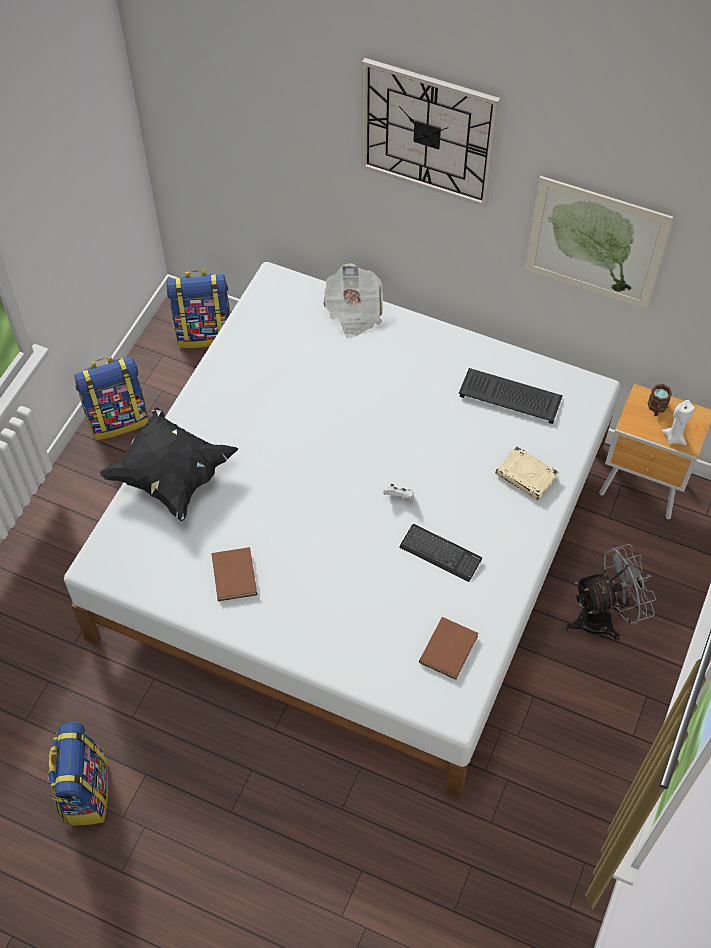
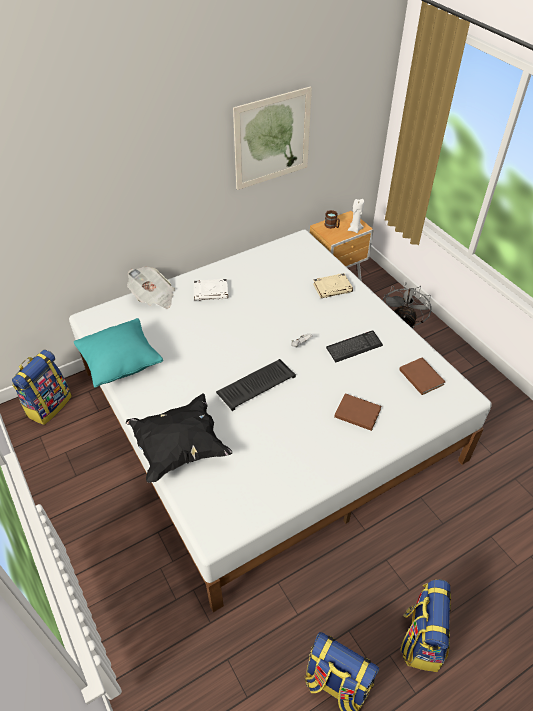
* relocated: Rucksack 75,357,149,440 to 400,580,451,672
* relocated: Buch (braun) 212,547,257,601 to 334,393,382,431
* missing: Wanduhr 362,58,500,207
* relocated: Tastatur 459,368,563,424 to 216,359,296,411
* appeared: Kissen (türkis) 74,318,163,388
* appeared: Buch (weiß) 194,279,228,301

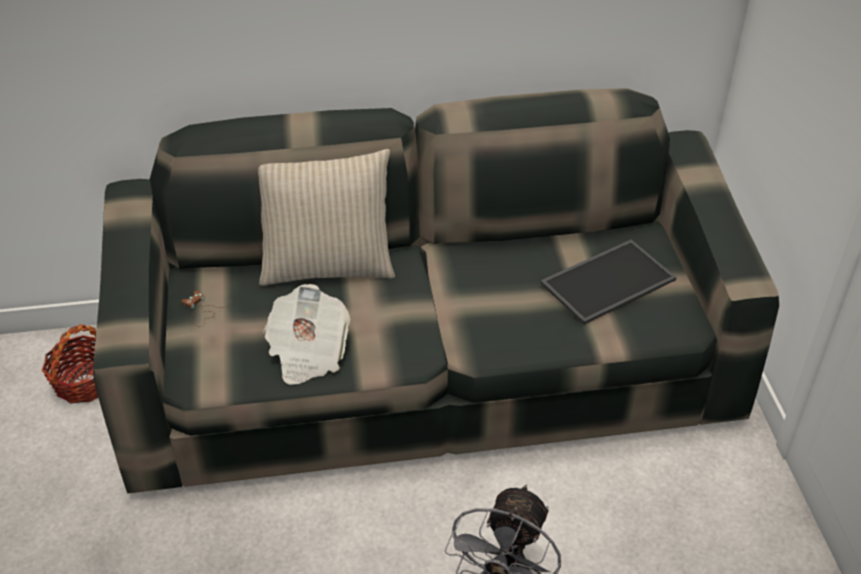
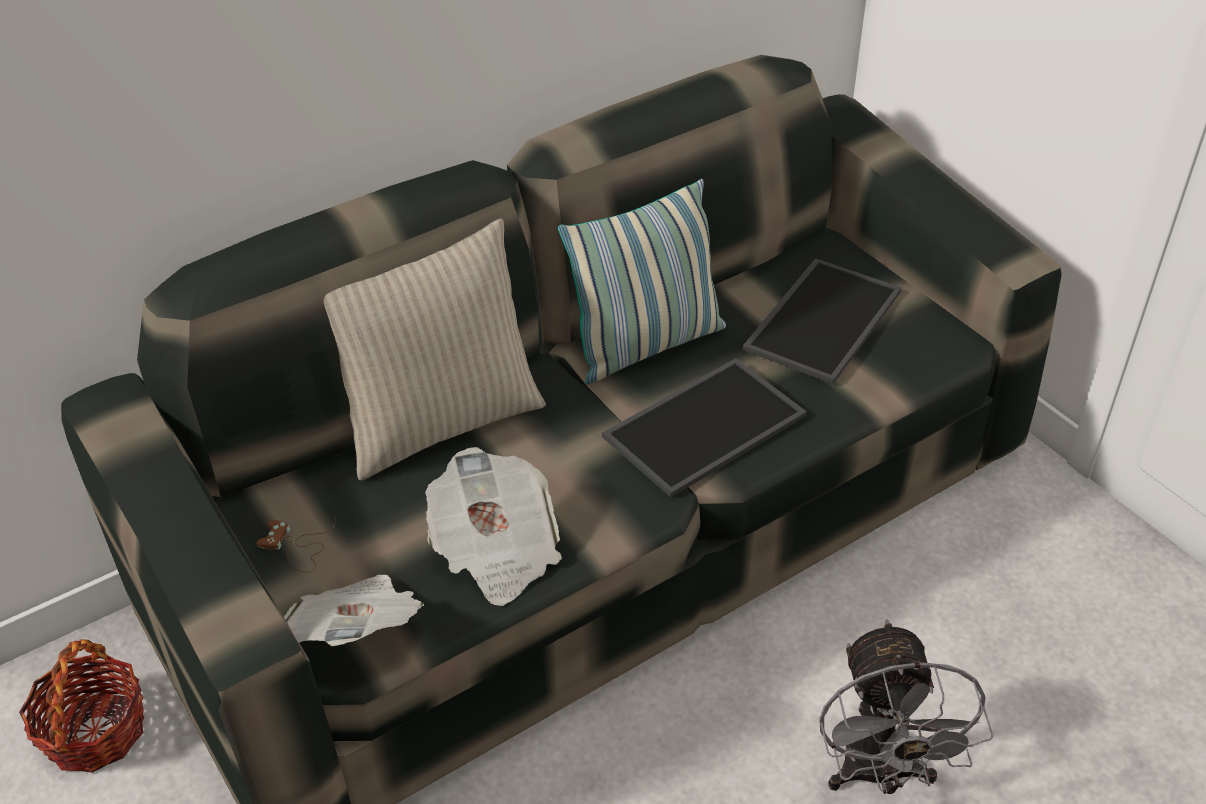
* appeared: Zeitung 284,575,424,646
* appeared: Kissen 558,179,726,384
* appeared: Tablett 602,358,807,497

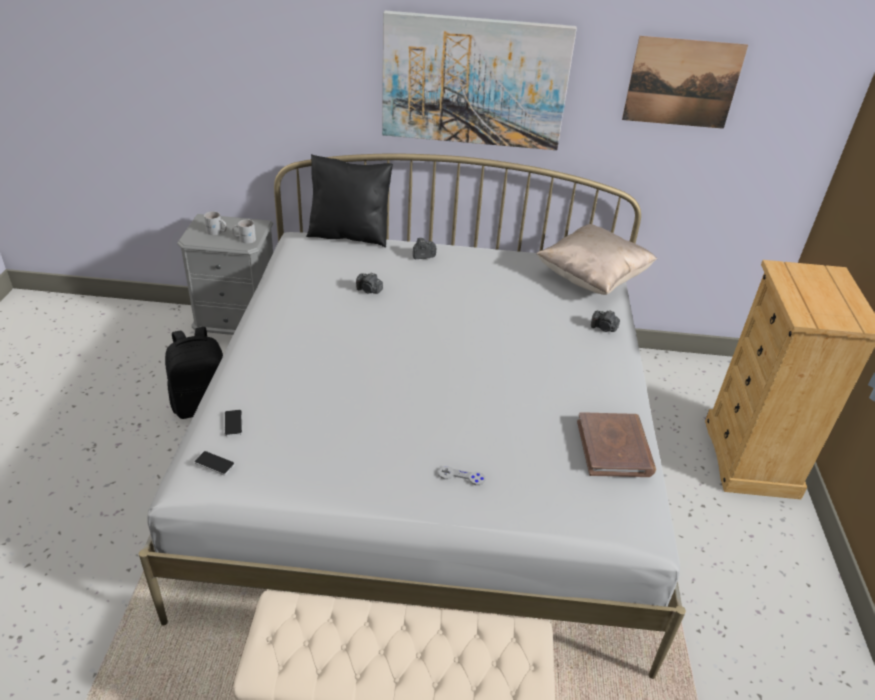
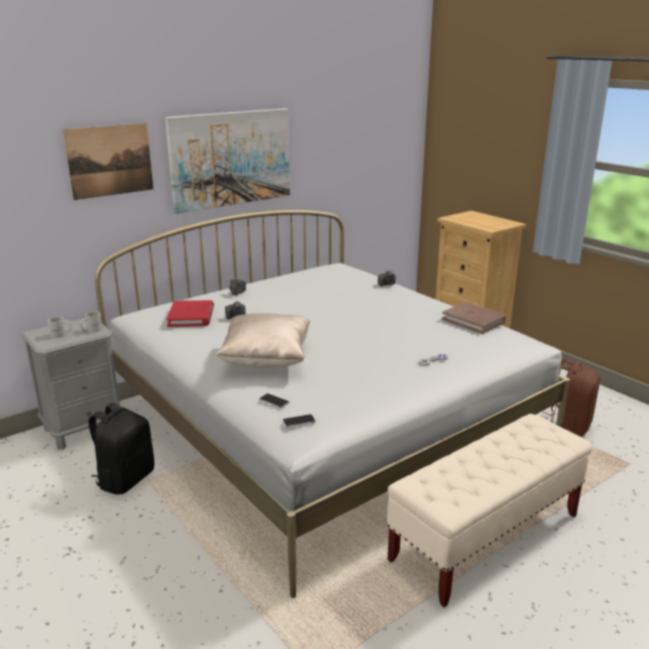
* missing: Kissen (schwarz) 306,154,393,248
* relocated: Kissen (beige) 536,224,658,295 to 216,313,310,368
* relocated: Bild 622,36,748,129 to 63,123,153,200
* appeared: Buch (rot) 167,300,214,327
* appeared: Rucksack (braun) 543,358,600,437

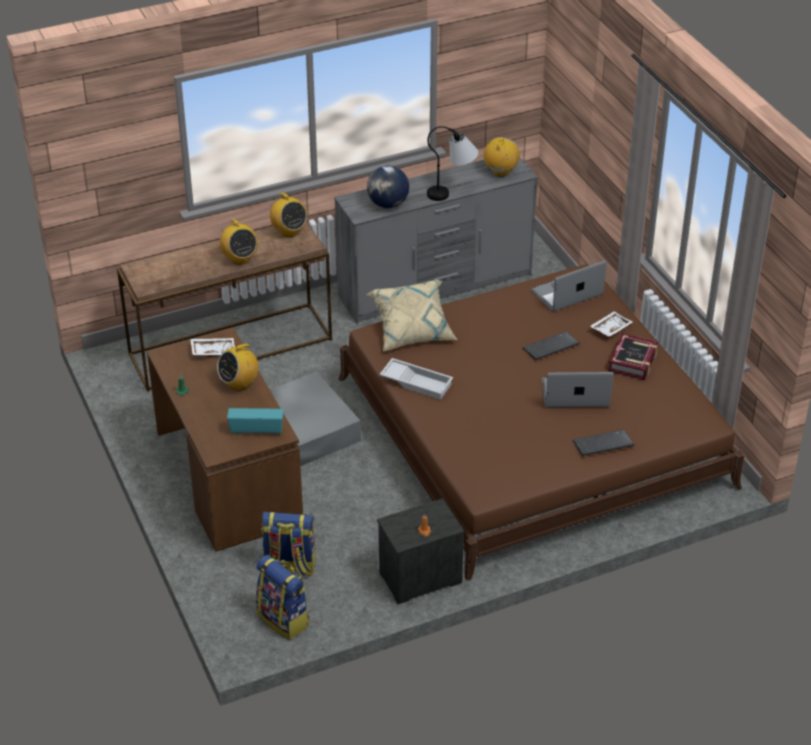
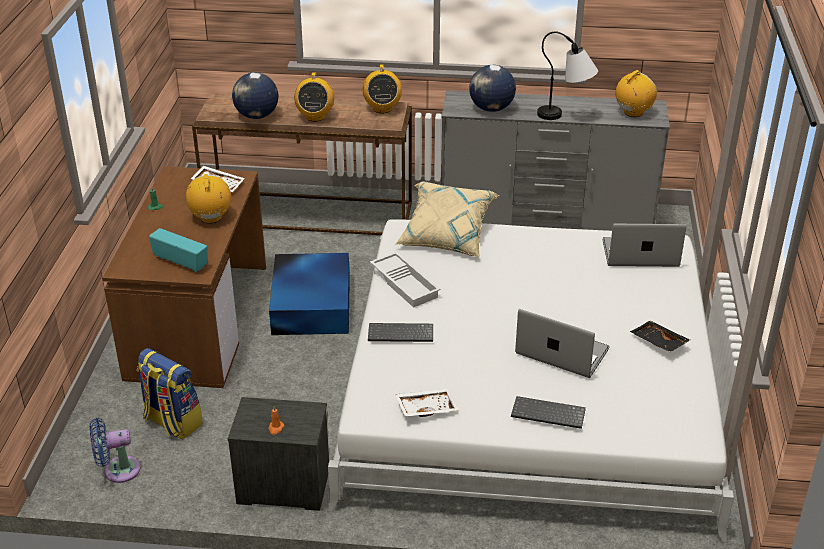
* spun: Radio 217,344,259,390 = 186,174,231,224 90 degrees clockwise
* exchanged: Rucksack 256,555,309,640 to Ventilator (blau) 90,418,141,483
* colour: Aufbewahrungsbox (grau) 270,371,361,466 to Aufbewahrungsbox (blau) 269,253,350,335
* colour: Bett (braun) 338,265,745,581 to Bett (weiß) 327,219,734,543
* relocated: Tastatur 523,331,580,360 to 368,323,433,342
* relocated: Tablett (weiß) 590,311,633,337 to 395,389,459,417
* exchanged: Buch 608,333,658,380 to Tablett (schwarz) 630,321,690,352
* appeared: Globus 232,72,278,119

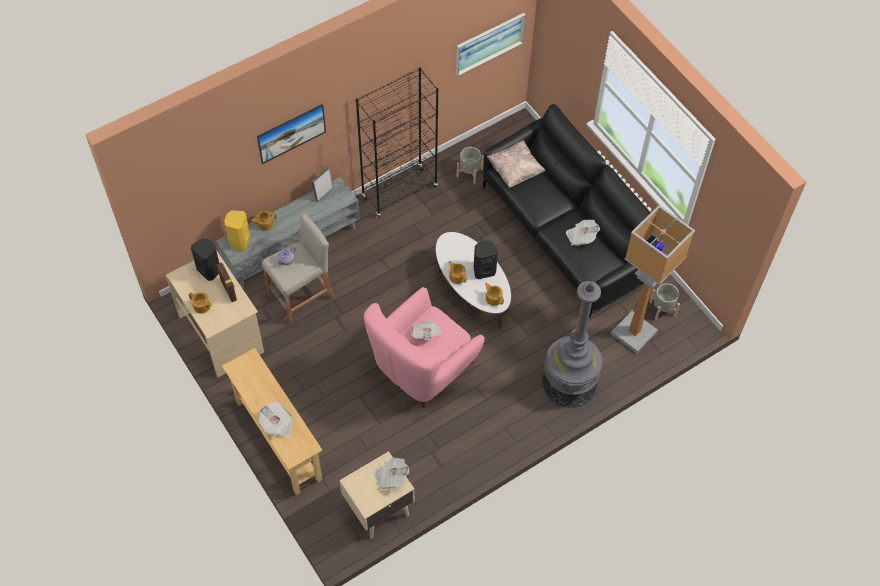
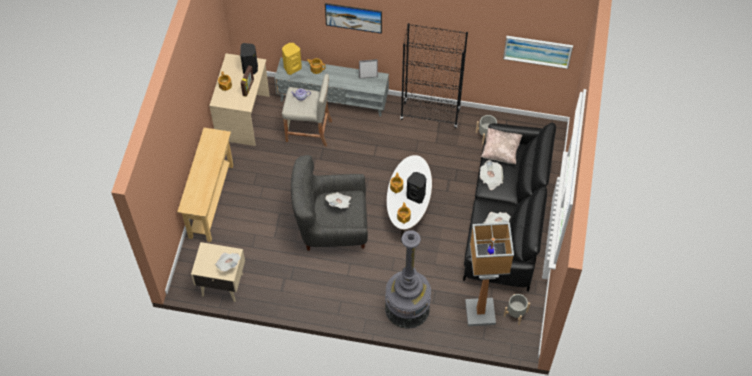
* relocated: Zeitung 259,402,294,438 to 480,160,503,190
* colour: Sessel (rosa) 364,287,485,408 to Sessel (grau) 291,155,368,251

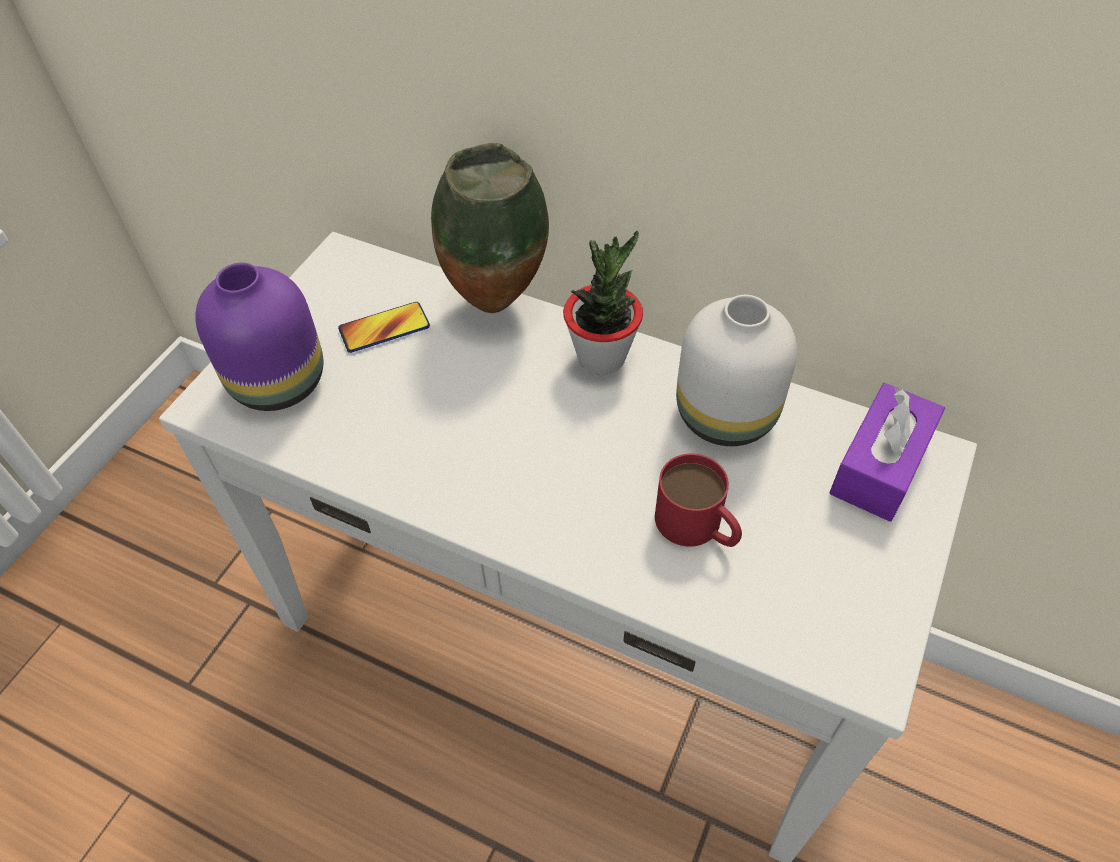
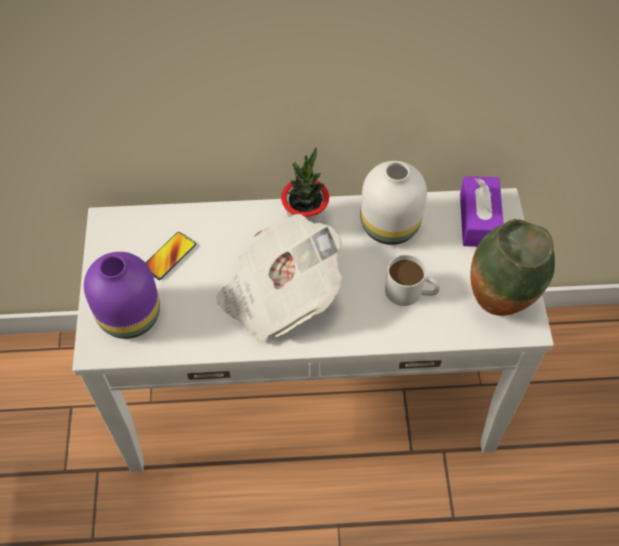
* relocated: Vase 431,143,549,313 to 470,219,555,316
* colour: Henkelbecher (rot) 655,453,742,547 to Henkelbecher (weiß) 385,254,440,306
* appeared: Zeitung 217,214,342,343

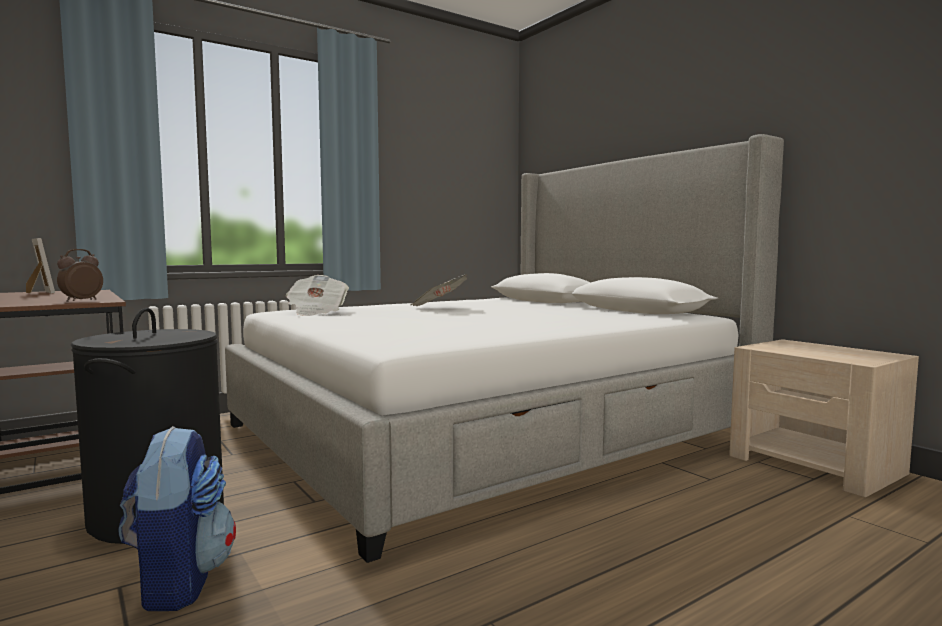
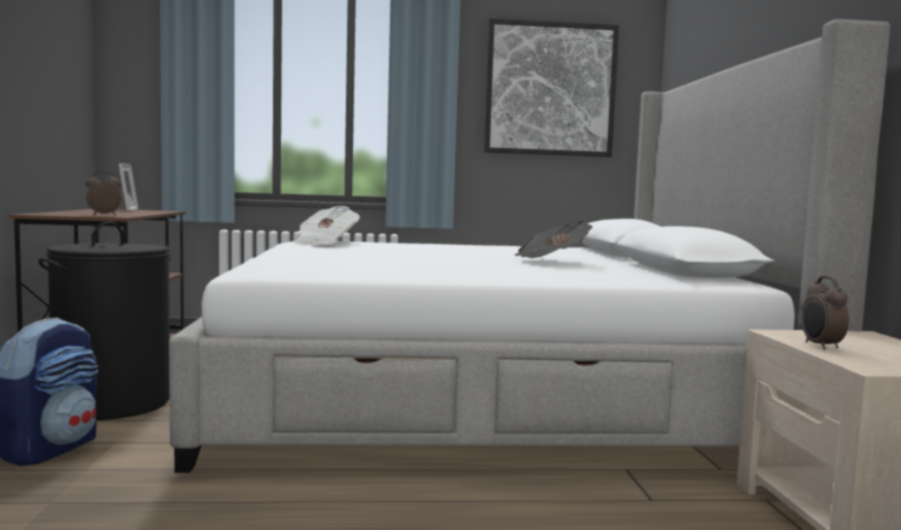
* relocated: Zeitung 410,274,467,306 to 515,220,593,258
* appeared: Bild 484,18,619,157
* appeared: Wecker 801,276,849,350

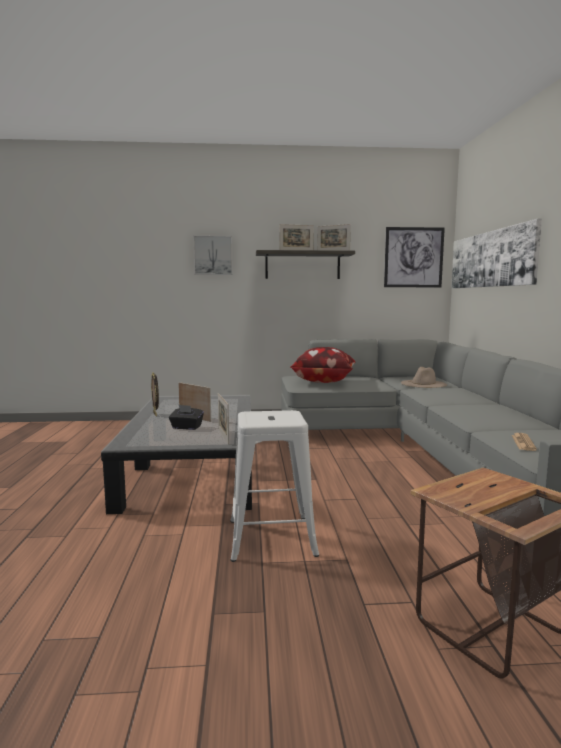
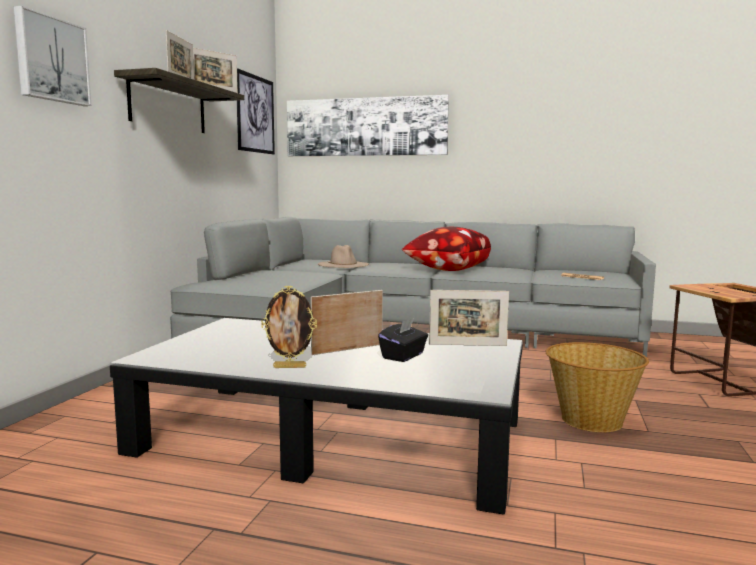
* exchanged: Hocker (weiß) 230,410,319,562 to Korb 545,342,649,432
* relocated: Kissen 290,347,356,383 to 402,227,491,271

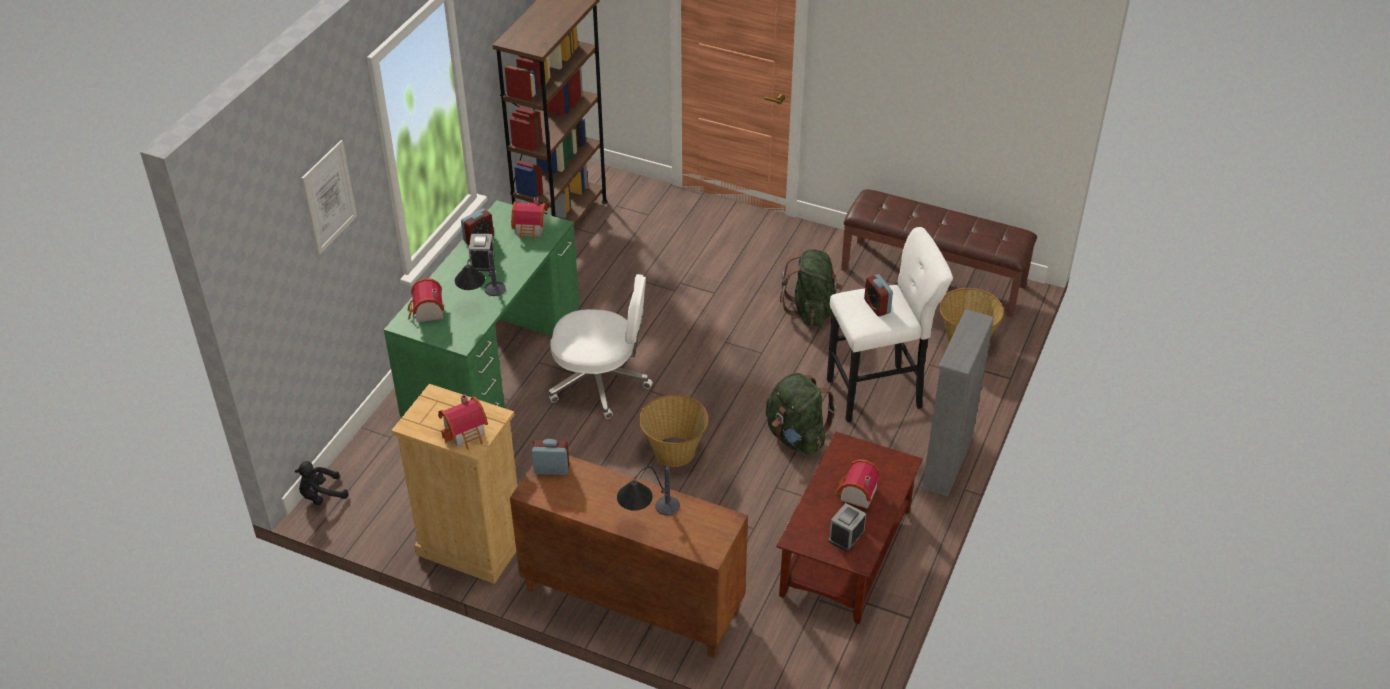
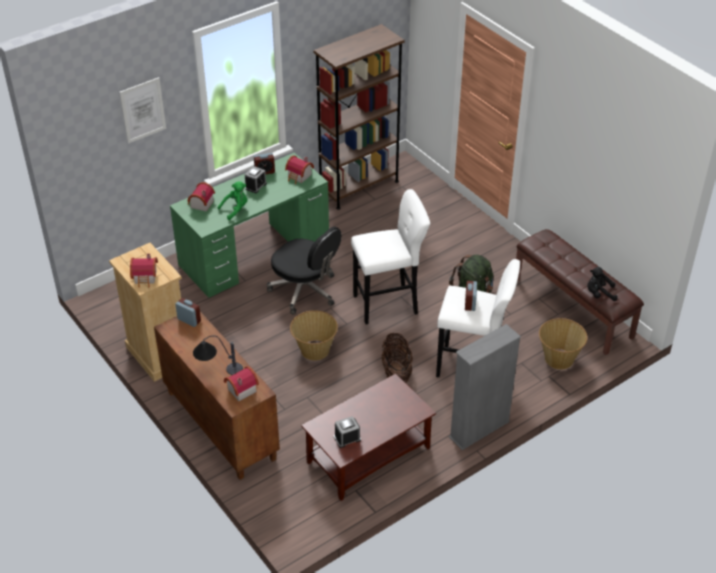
* relocated: Plüschtier (schwarz) 295,461,349,505 to 587,267,618,301
* exchanged: Tischlampe 455,250,506,296 to Plüschtier (grün) 218,181,247,220
* colour: Bürostuhl (weiß) 549,274,652,419 to Bürostuhl (schwarz) 267,226,342,314
* exchanged: Rucksack (grün) 766,373,836,455 to Korb 382,333,413,383
* relocated: Spielzeughaus 835,459,881,509 to 224,366,259,401
* appeared: Hocker (weiß) 351,189,430,325

